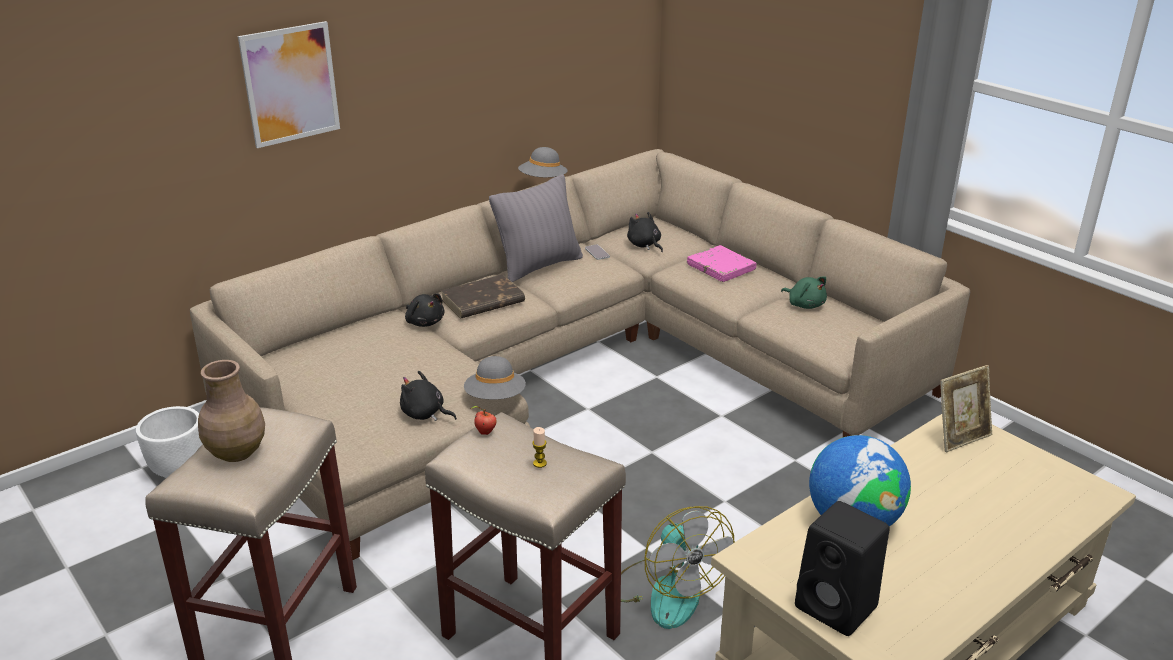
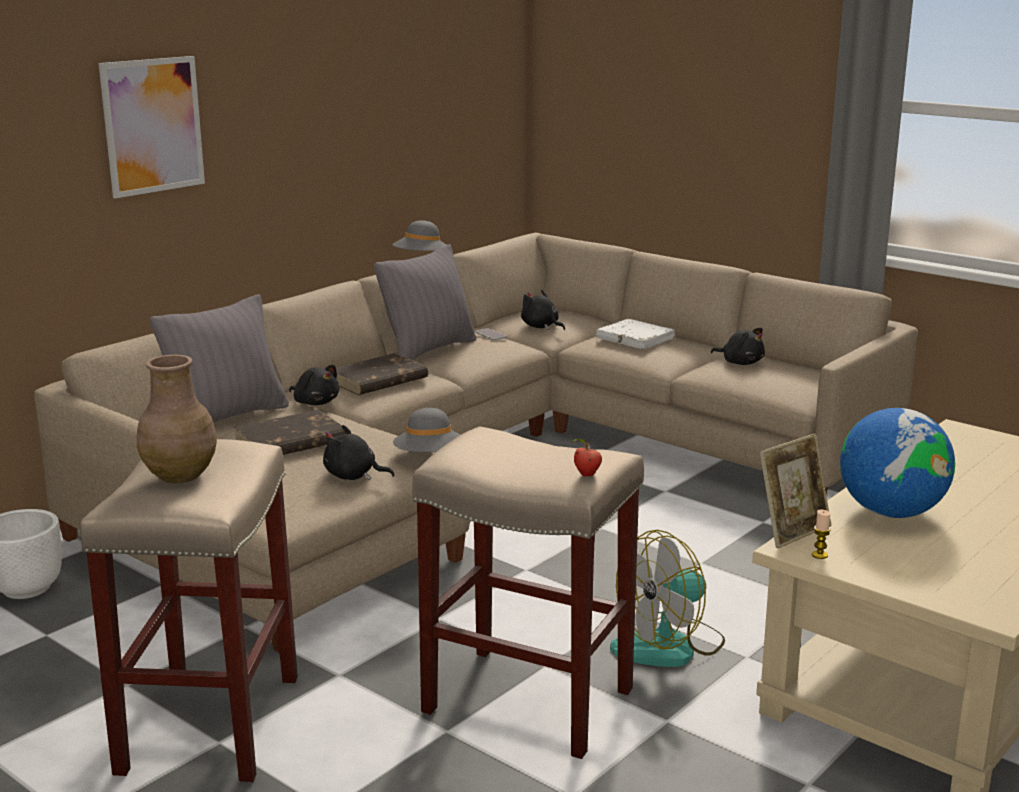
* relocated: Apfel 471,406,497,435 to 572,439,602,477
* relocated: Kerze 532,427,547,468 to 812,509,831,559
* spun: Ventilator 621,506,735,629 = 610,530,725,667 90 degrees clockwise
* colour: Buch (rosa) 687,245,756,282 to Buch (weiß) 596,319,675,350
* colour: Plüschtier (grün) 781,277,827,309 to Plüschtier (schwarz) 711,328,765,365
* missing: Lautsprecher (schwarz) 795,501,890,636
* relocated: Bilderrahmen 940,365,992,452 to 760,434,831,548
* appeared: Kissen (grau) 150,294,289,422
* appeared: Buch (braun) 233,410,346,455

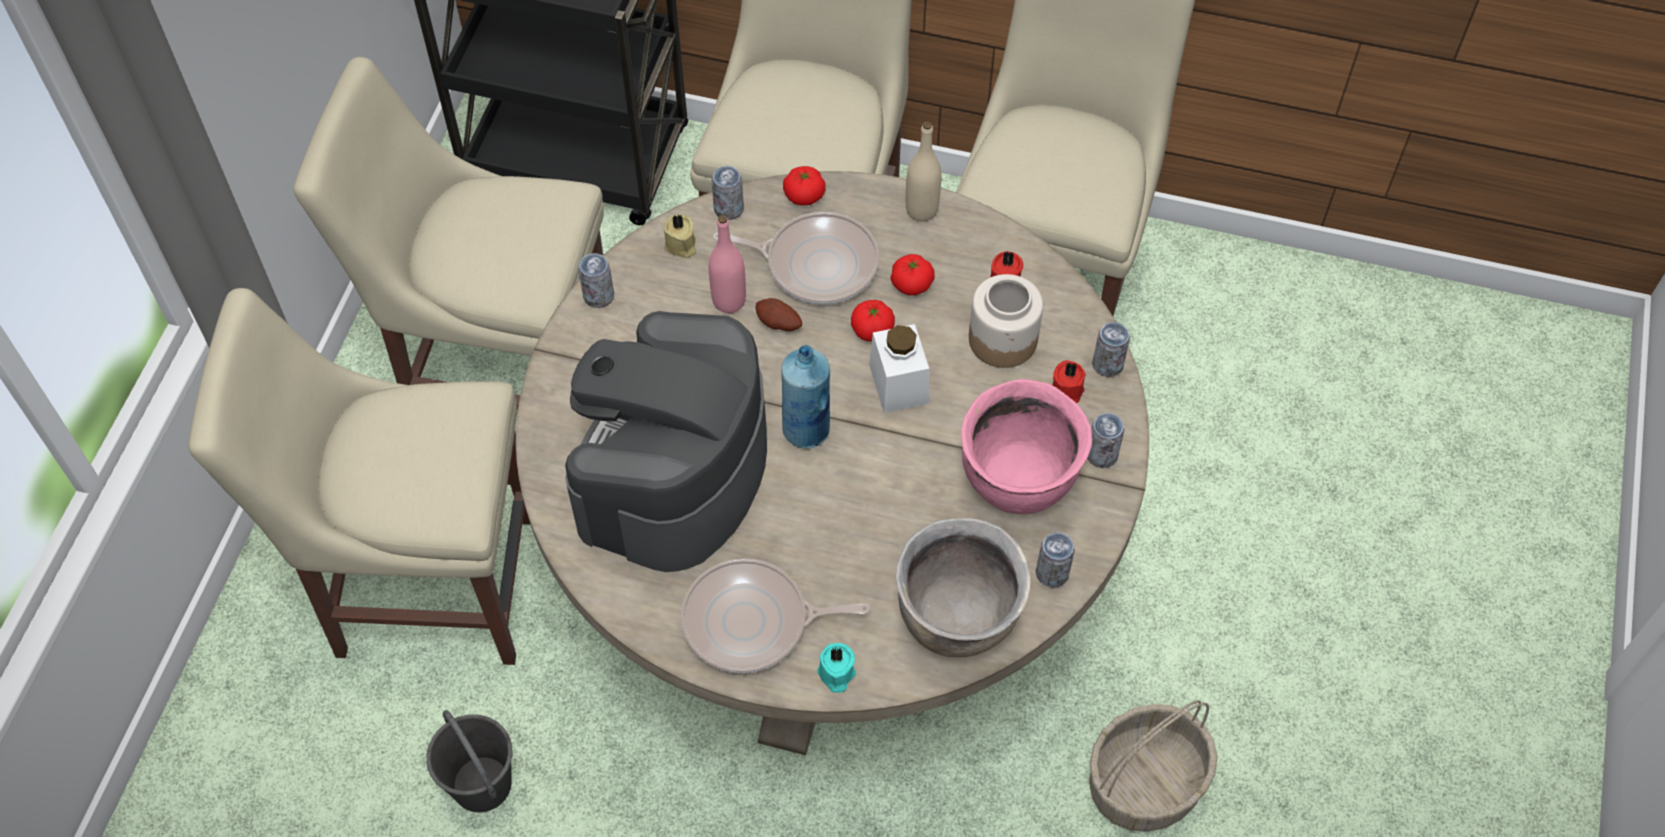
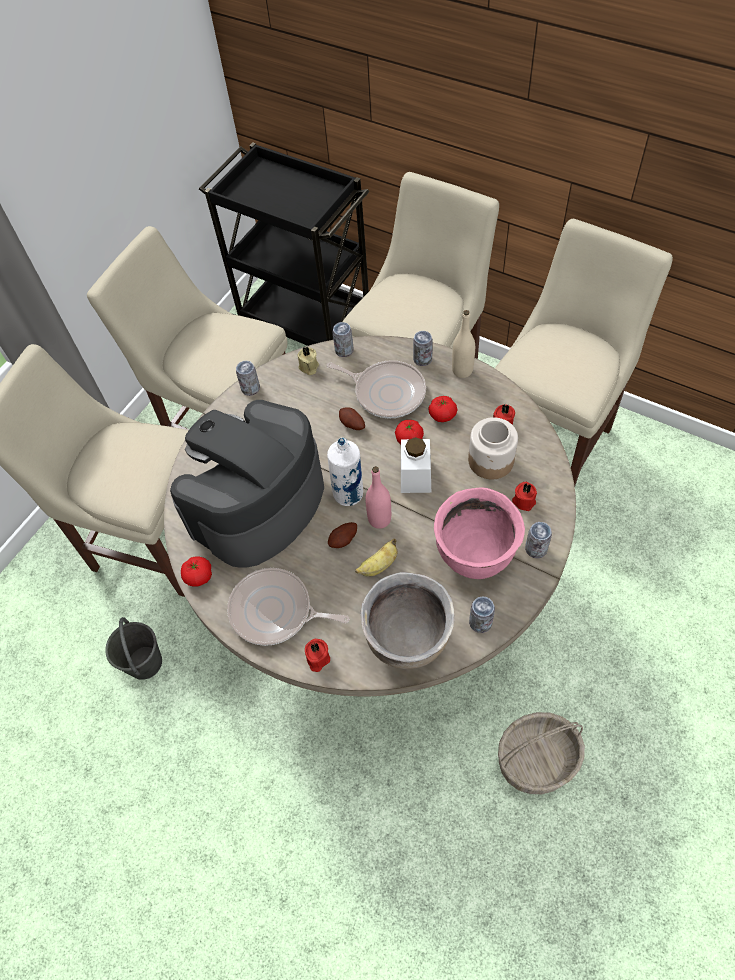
* relocated: Flasche (rosa) 709,215,746,313 to 365,466,391,529
* colour: Flasche (blau) 781,345,830,449 to Flasche (weiß) 327,437,363,506
* relocated: Tomate 783,166,826,206 to 181,557,212,587
* colour: Kerze (türkis) 817,643,856,693 to Kerze (rot) 305,639,330,672
* relocated: Dose 1092,322,1130,377 to 413,331,433,366
* appeared: Kartoffel 328,522,357,548
* appeared: Banane 355,538,398,577

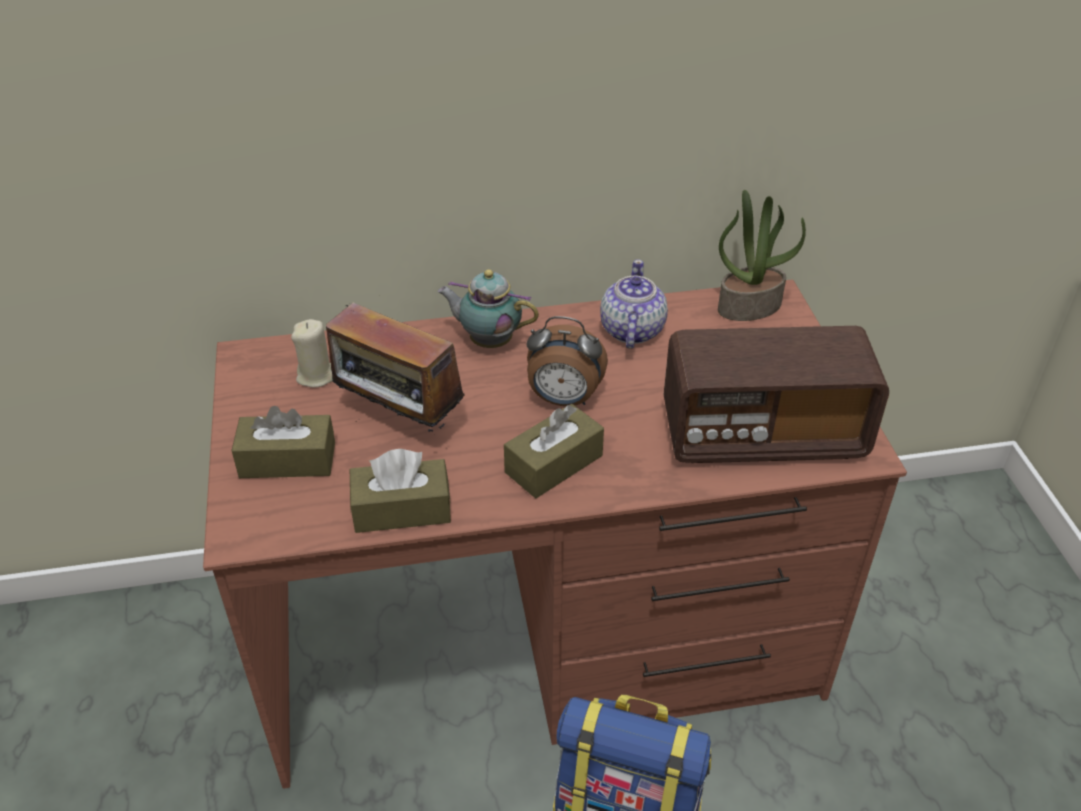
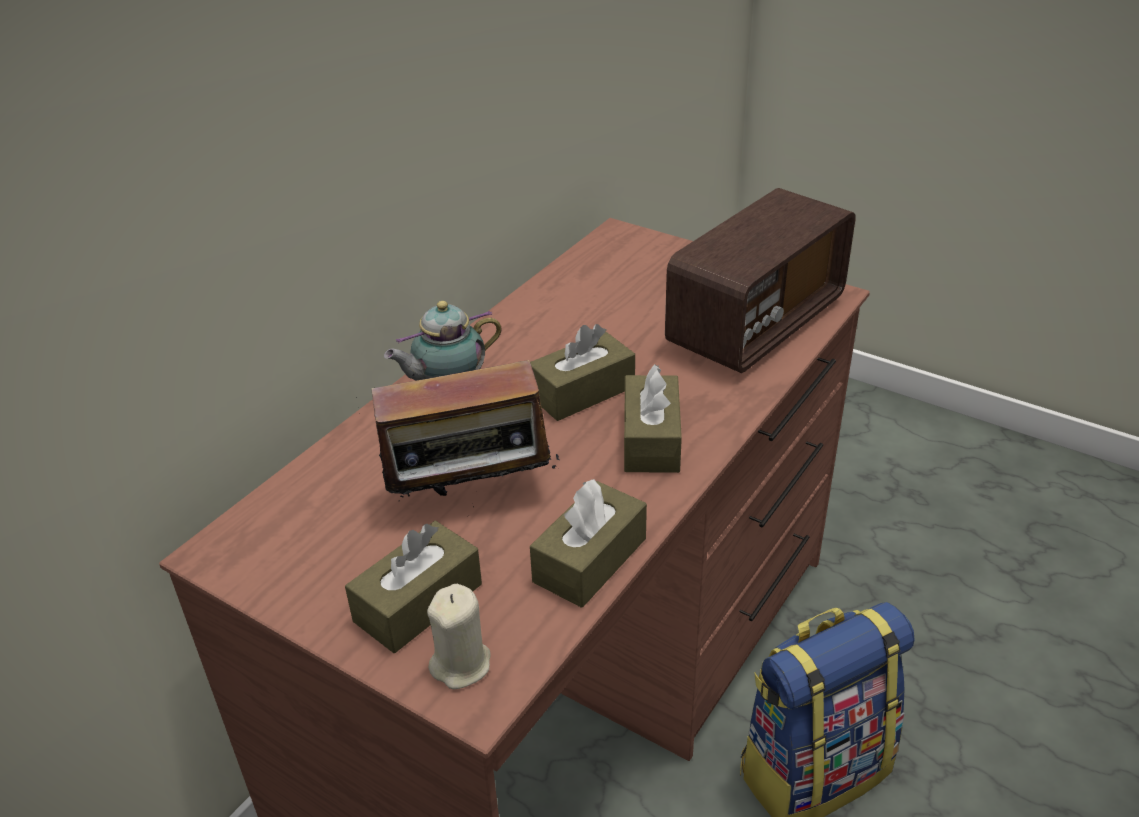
* relocated: Kerze (beige) 291,319,333,388 to 427,584,491,689
* exchanged: Wecker 527,316,608,406 to Taschentuchbox (braun) 530,324,635,421
* missing: Teekanne 600,259,668,349
* missing: Topfpflanze 718,190,806,321

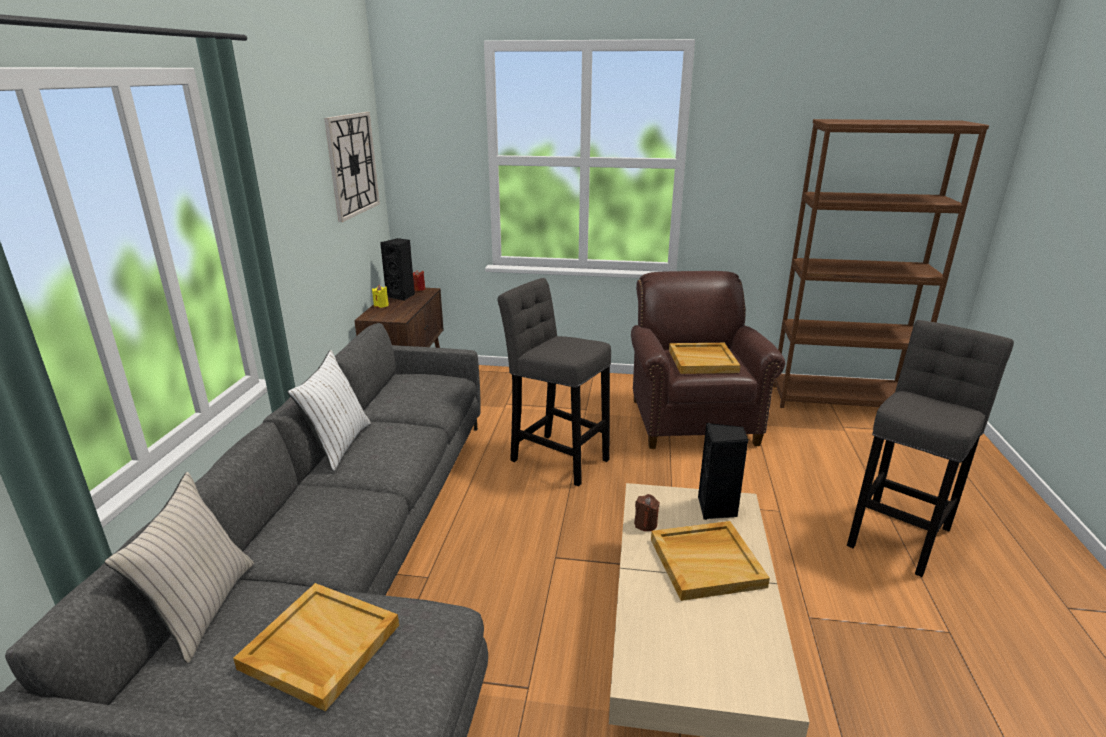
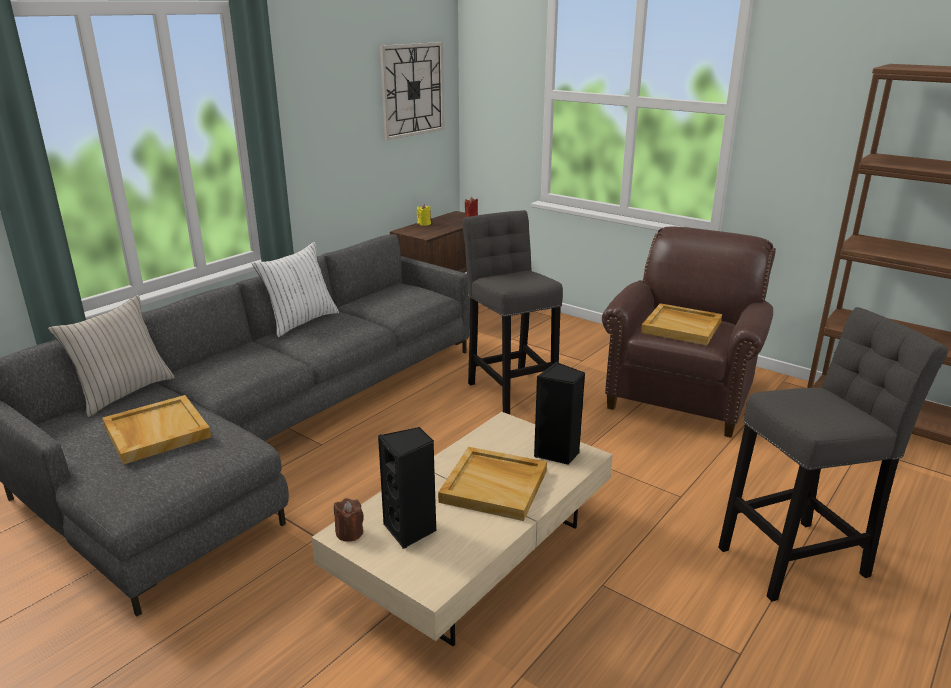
* relocated: Lautsprecher (schwarz) 380,238,415,301 to 378,427,437,549
* relocated: Kerze (braun) 634,494,660,531 to 334,498,364,542

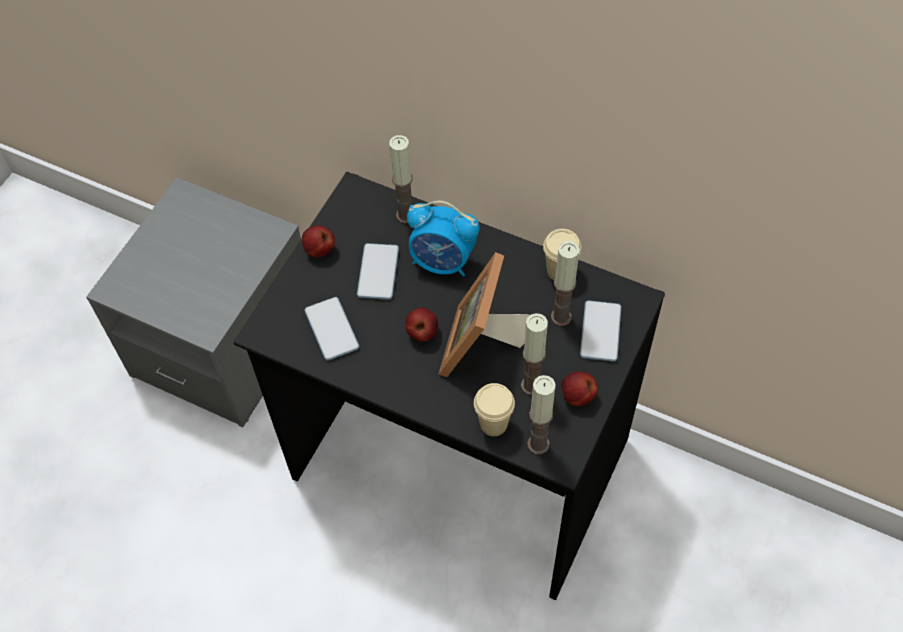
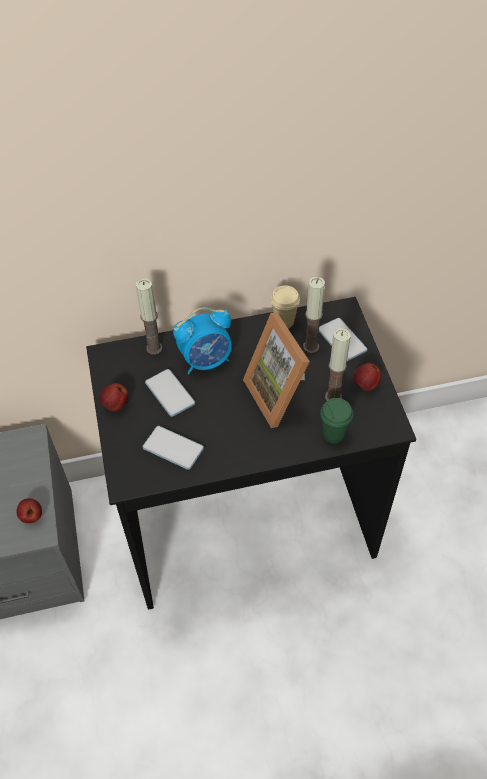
* relocated: Apfel 405,307,438,342 to 16,498,42,523
* colour: Tasse (beige) 474,383,515,436 to Tasse (grün) 320,398,353,444
* missing: Kerze 527,375,556,454

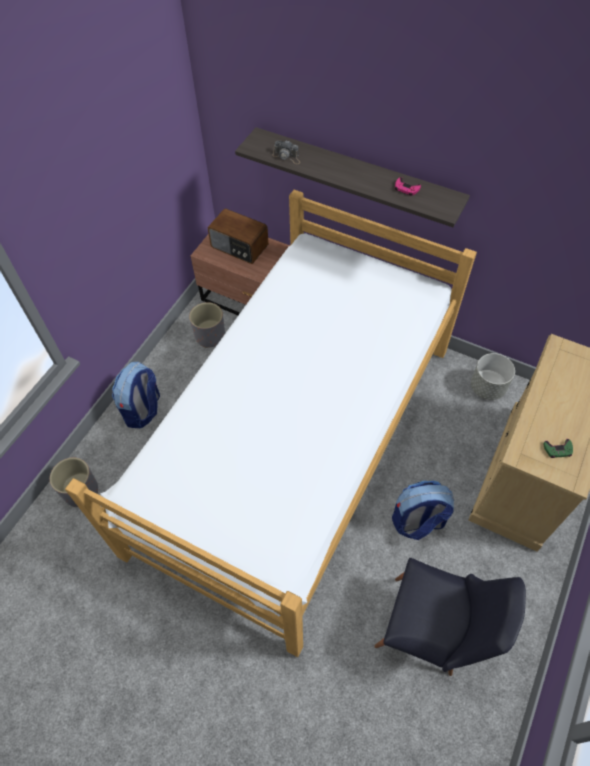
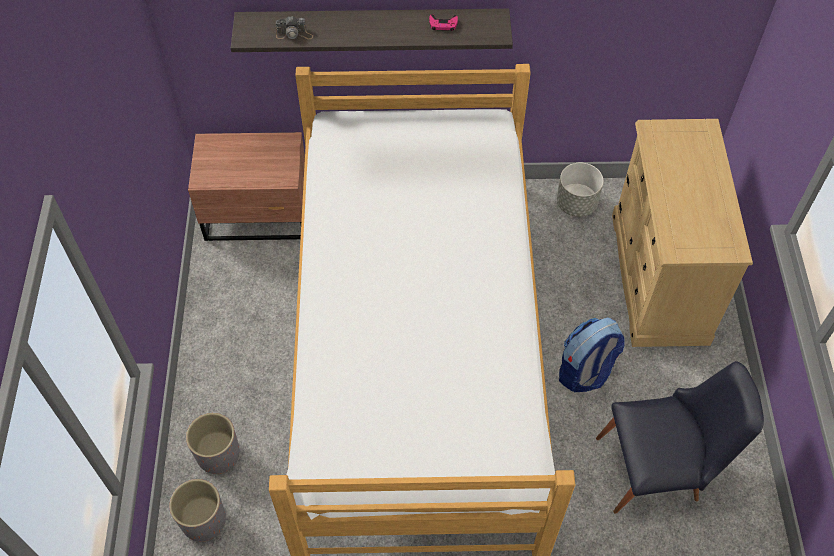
* missing: Rucksack 112,362,160,428
* relocated: Pflanzkübel (grau) 189,302,225,348 to 186,413,240,474
* missing: Radio 208,208,269,264
* missing: Gamepad (grün) 543,439,573,458

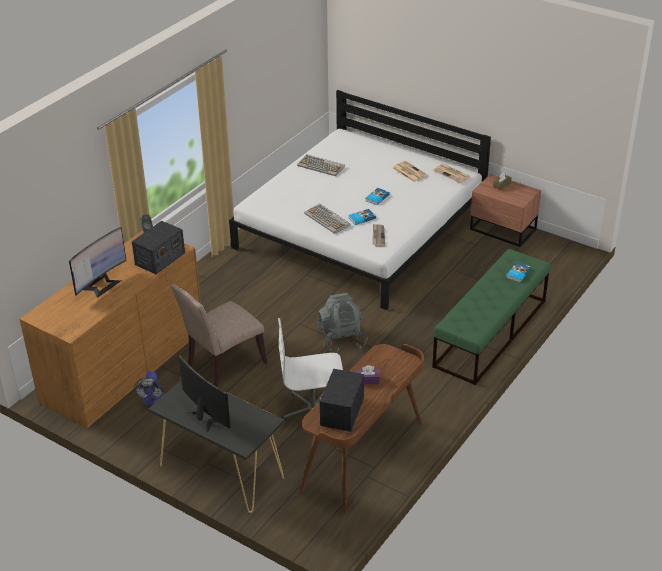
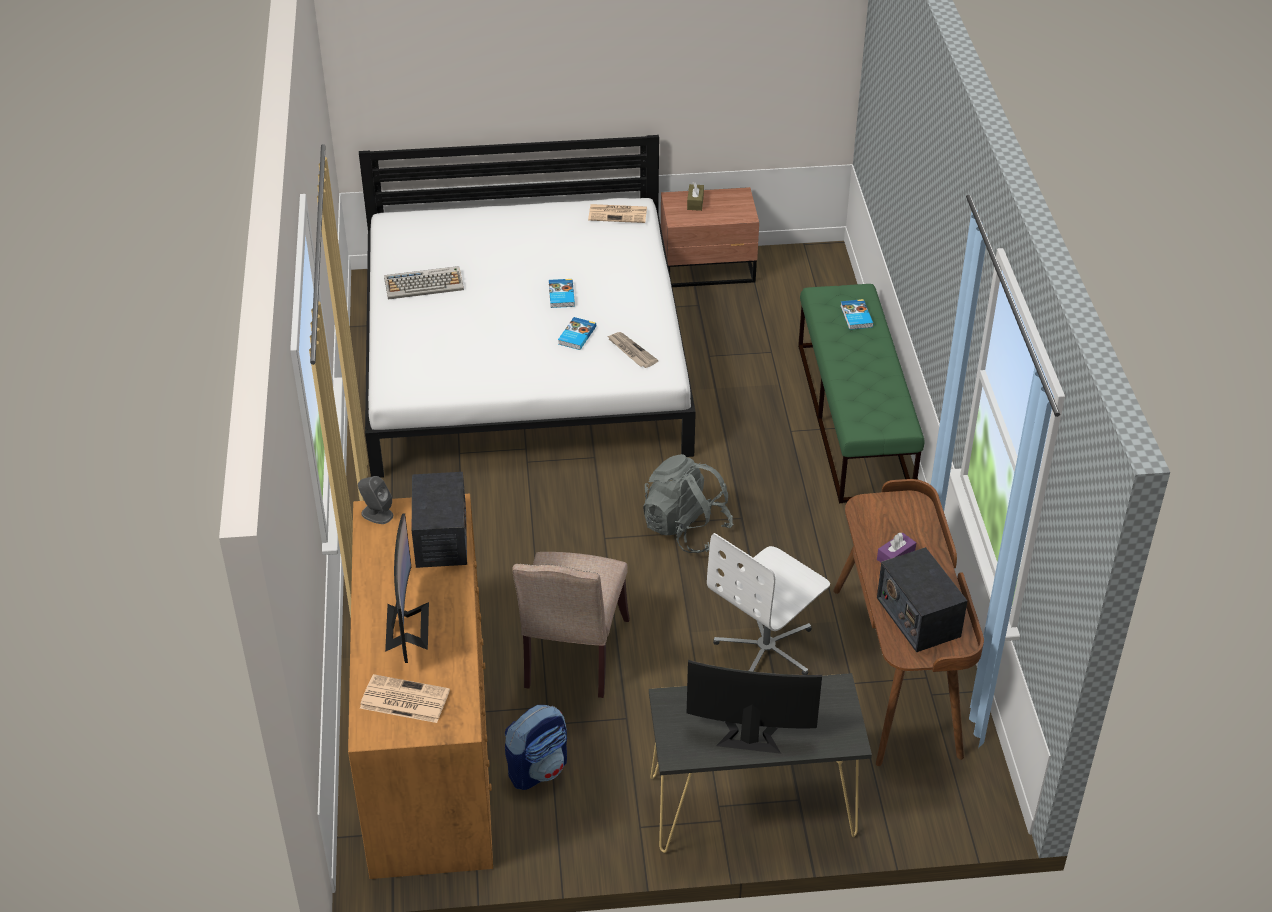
* exchanged: Ventilator 134,371,164,406 to Rucksack 505,705,567,790
* missing: Tastatur 304,204,350,234
* relocated: Zeitung 393,161,428,182 to 360,674,450,723

